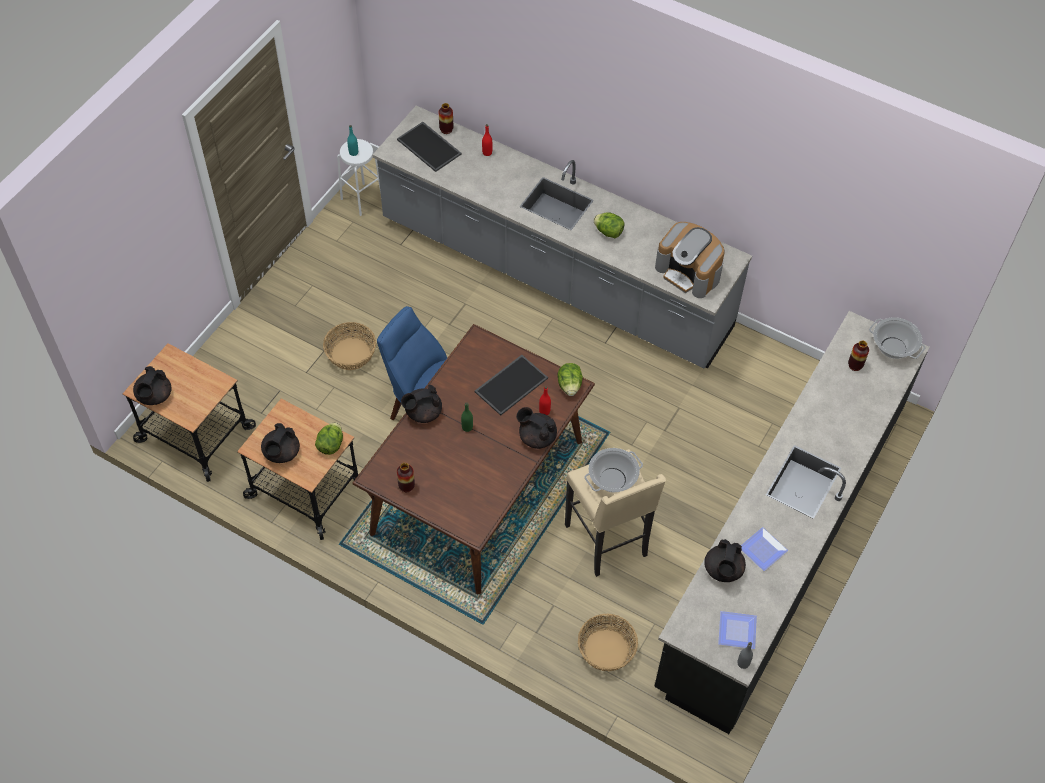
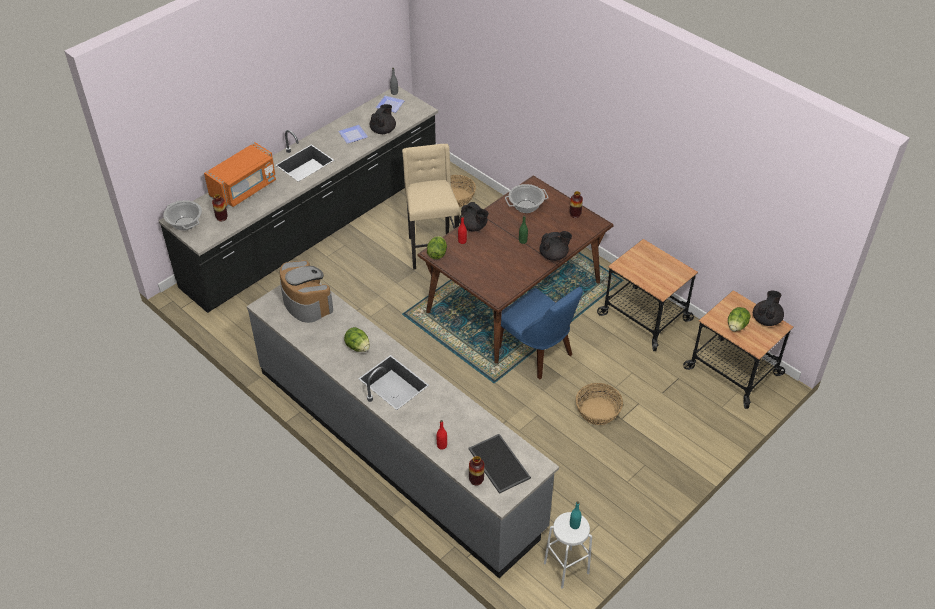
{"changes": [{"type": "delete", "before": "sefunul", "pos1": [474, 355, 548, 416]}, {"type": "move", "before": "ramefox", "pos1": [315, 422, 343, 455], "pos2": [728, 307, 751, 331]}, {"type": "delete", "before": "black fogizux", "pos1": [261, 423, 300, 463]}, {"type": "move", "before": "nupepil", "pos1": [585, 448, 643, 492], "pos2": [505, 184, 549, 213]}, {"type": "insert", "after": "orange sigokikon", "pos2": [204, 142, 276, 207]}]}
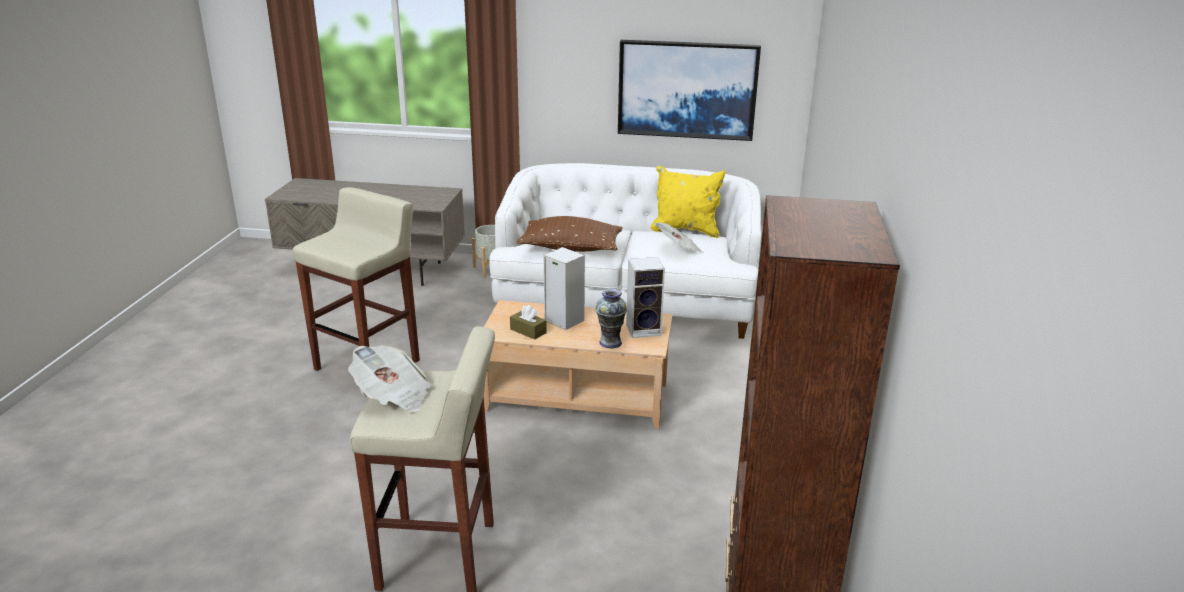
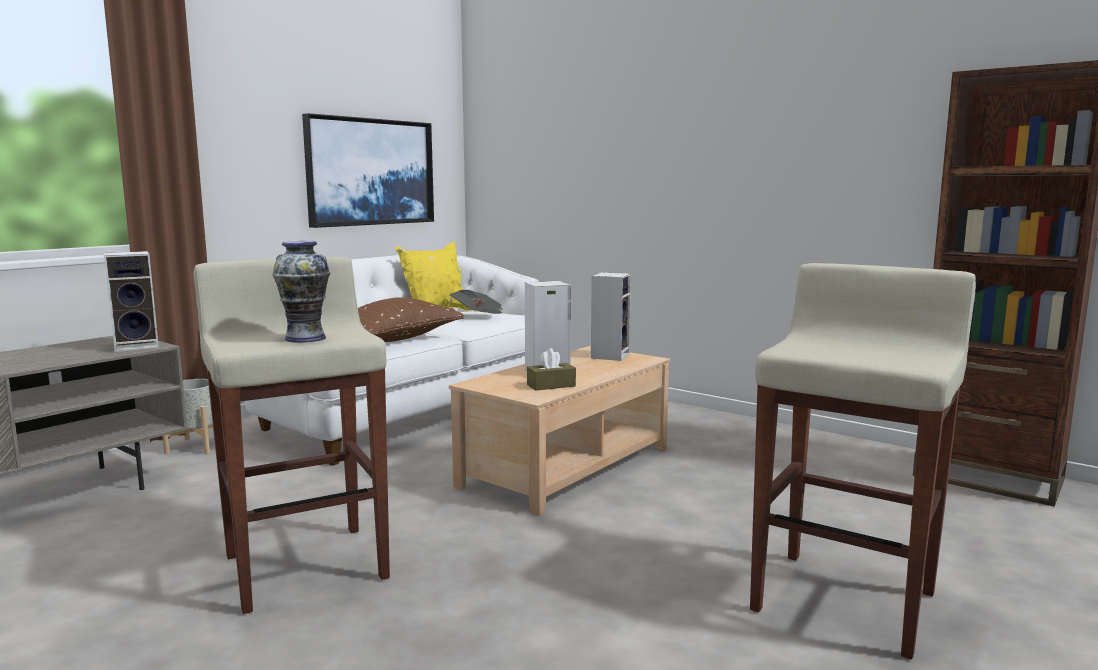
{"changes": [{"type": "move", "before": "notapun", "pos1": [595, 289, 627, 348], "pos2": [273, 240, 330, 343]}, {"type": "delete", "before": "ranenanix", "pos1": [348, 346, 432, 413]}, {"type": "insert", "after": "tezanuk", "pos2": [104, 251, 159, 352]}]}
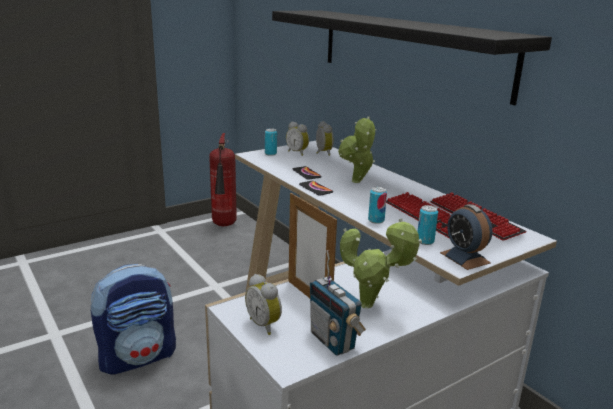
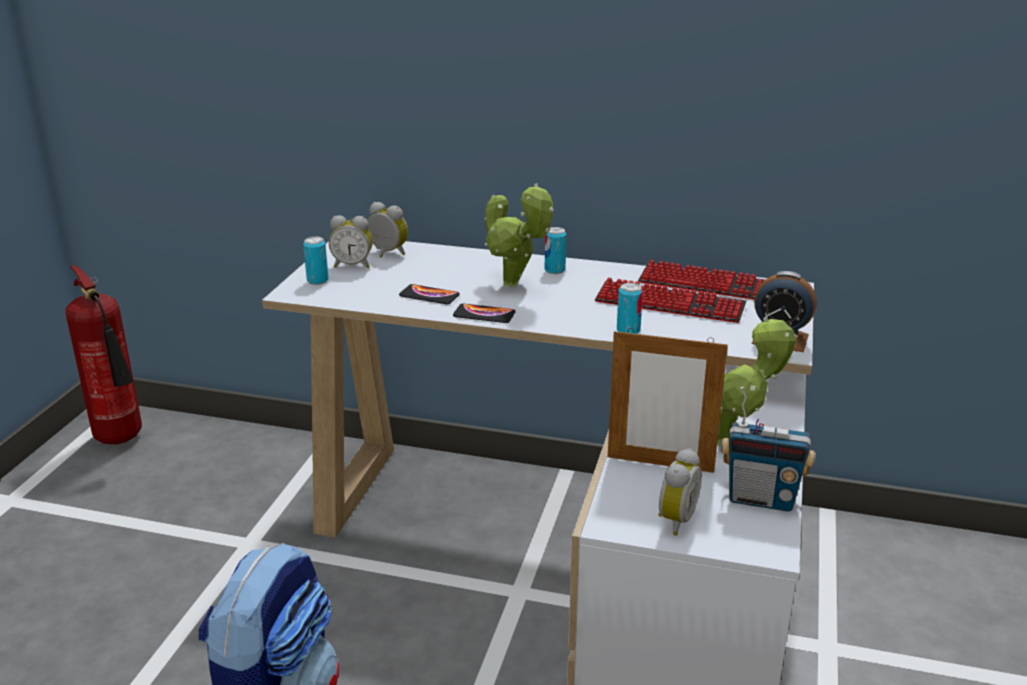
{"changes": [{"type": "delete", "before": "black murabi", "pos1": [272, 10, 552, 105]}, {"type": "move", "before": "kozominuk", "pos1": [417, 205, 438, 245], "pos2": [545, 227, 566, 274]}, {"type": "rotate", "before": "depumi", "pos1": [245, 274, 282, 335], "pos2": [658, 448, 702, 536], "turn": -75}]}
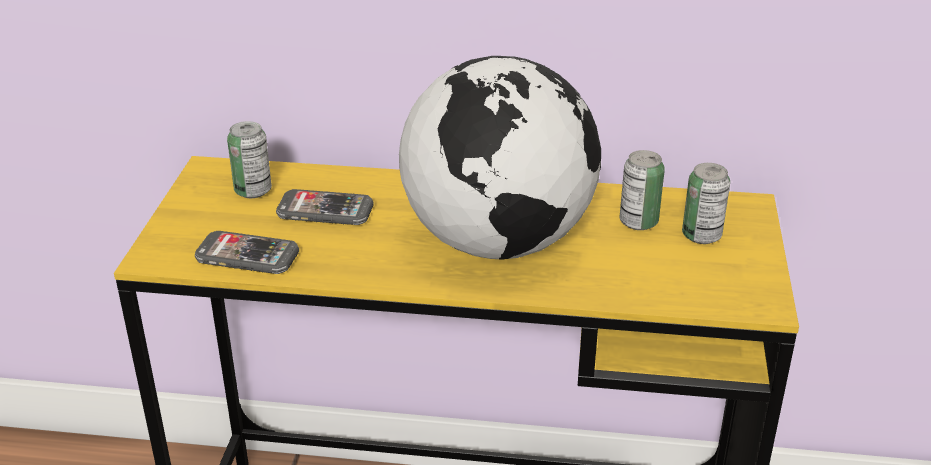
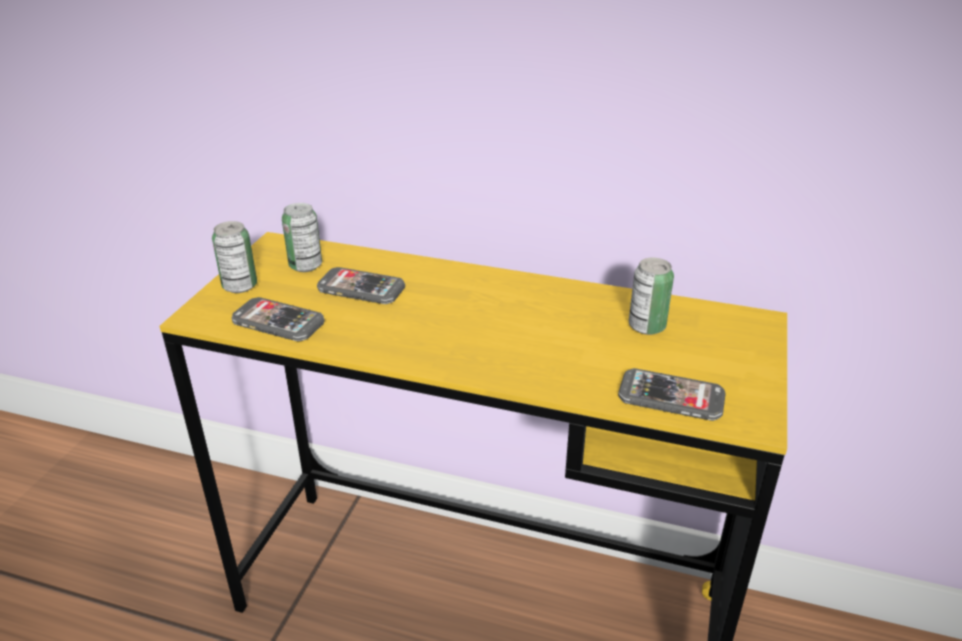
{"changes": [{"type": "delete", "before": "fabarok", "pos1": [399, 56, 601, 260]}, {"type": "move", "before": "kozominuk", "pos1": [682, 163, 730, 244], "pos2": [212, 221, 257, 293]}, {"type": "insert", "after": "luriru", "pos2": [618, 368, 725, 421]}]}
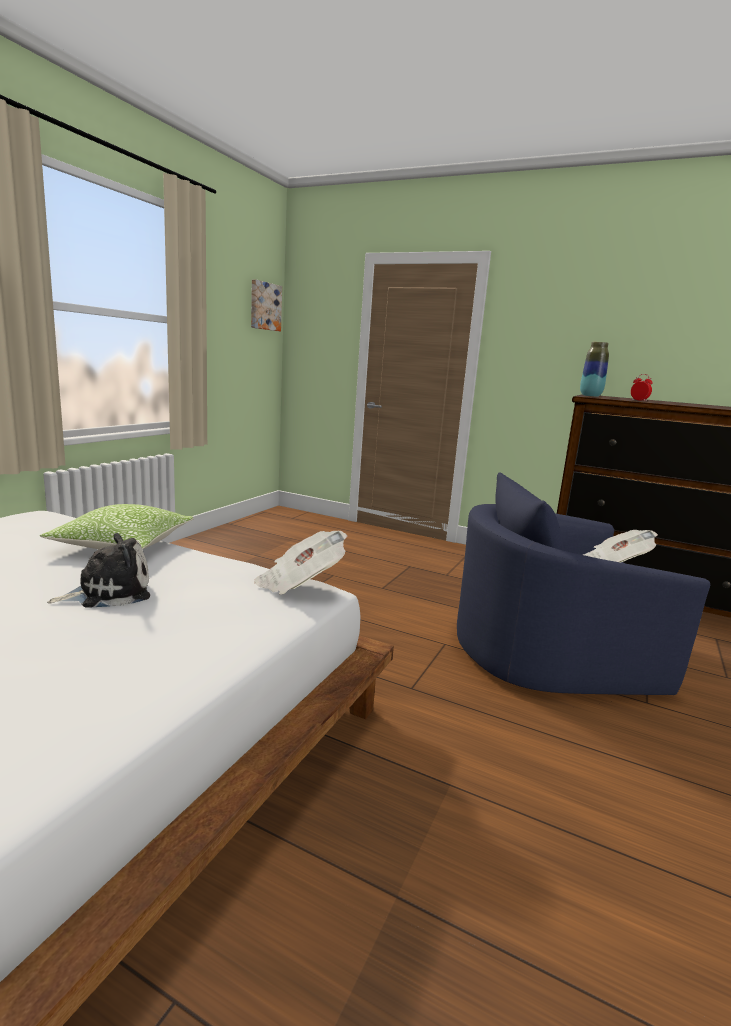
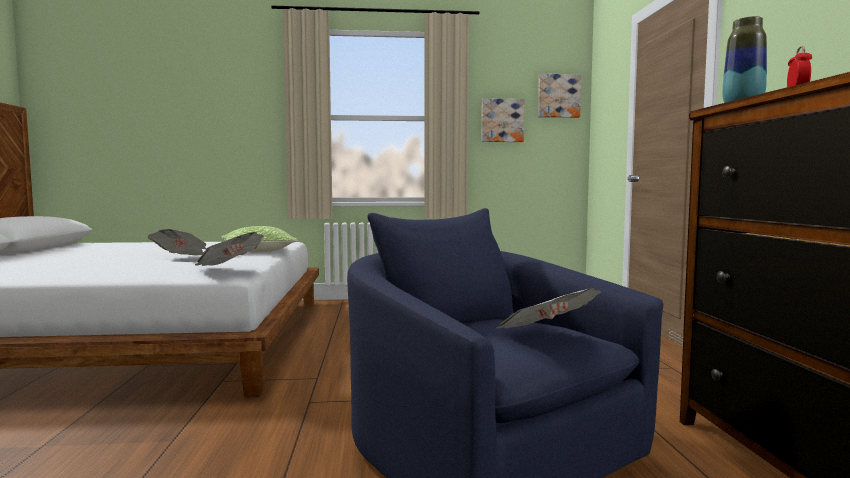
{"changes": [{"type": "replace", "before": "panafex", "after": "ranenanix", "pos1": [47, 533, 150, 608], "pos2": [147, 229, 207, 255]}, {"type": "insert", "after": "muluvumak", "pos2": [482, 98, 524, 142]}]}
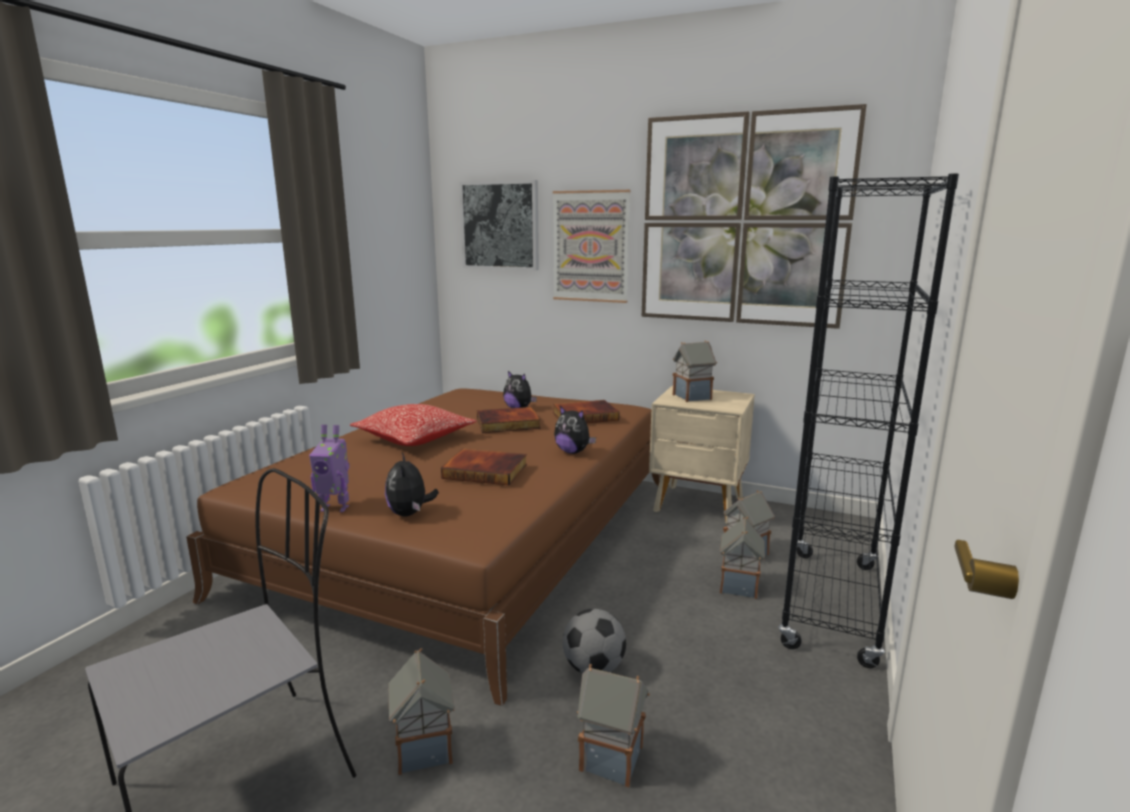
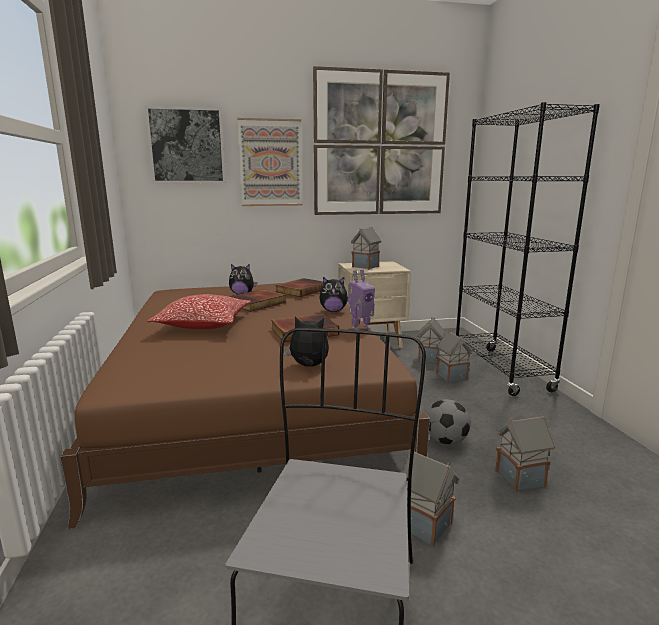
{"changes": [{"type": "move", "before": "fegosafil", "pos1": [309, 425, 350, 512], "pos2": [348, 270, 375, 330]}, {"type": "rotate", "before": "panafex", "pos1": [385, 453, 439, 516], "pos2": [283, 316, 329, 367], "turn": 150}]}
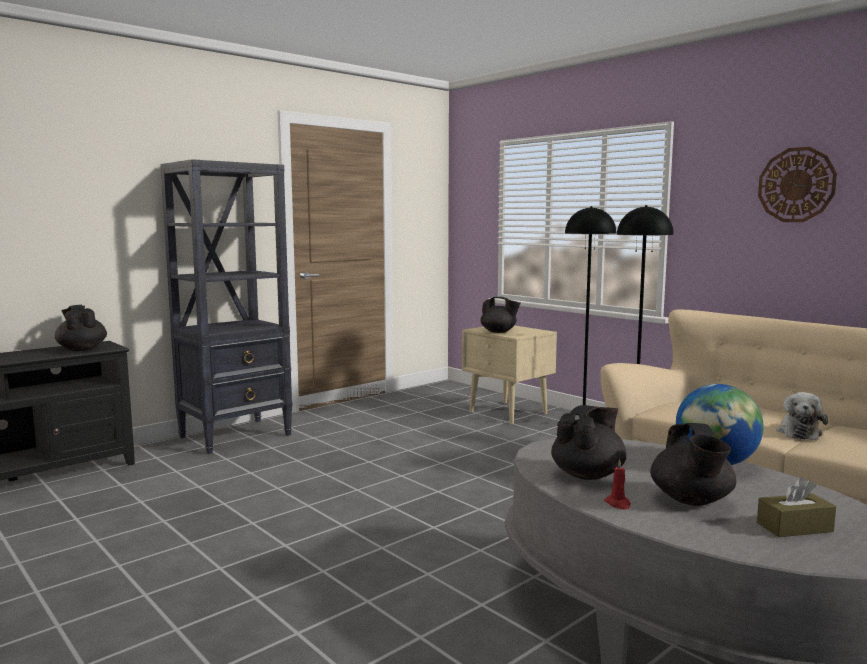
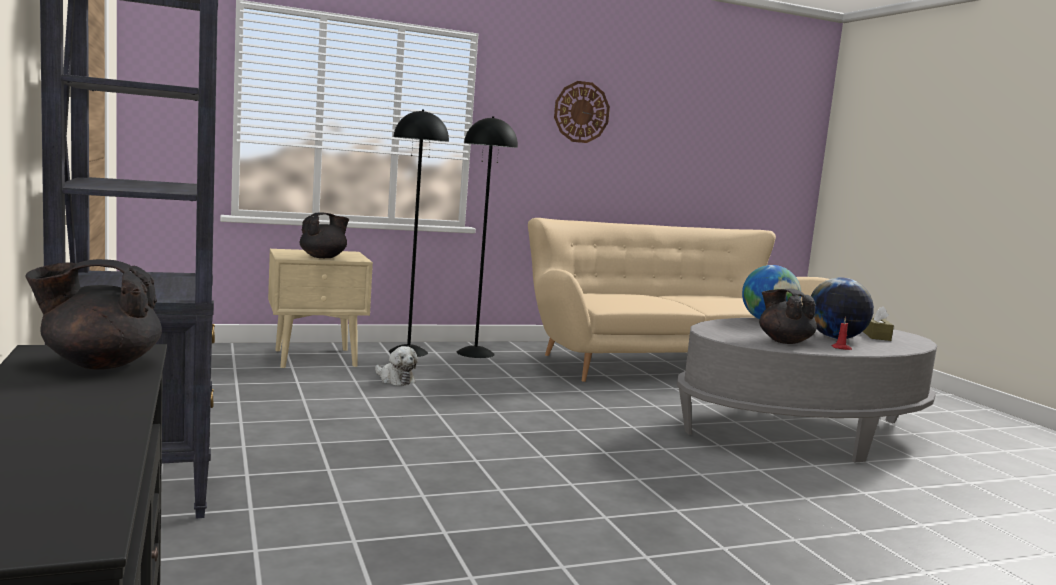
{"changes": [{"type": "move", "before": "panafex", "pos1": [776, 392, 828, 441], "pos2": [375, 346, 418, 386]}, {"type": "replace", "before": "black fogizux", "after": "fabarok", "pos1": [650, 423, 737, 506], "pos2": [811, 277, 874, 339]}]}
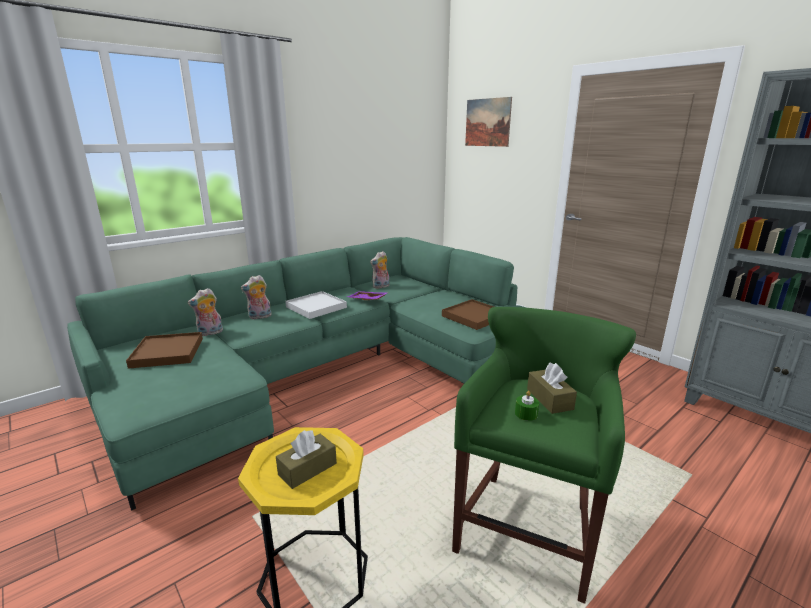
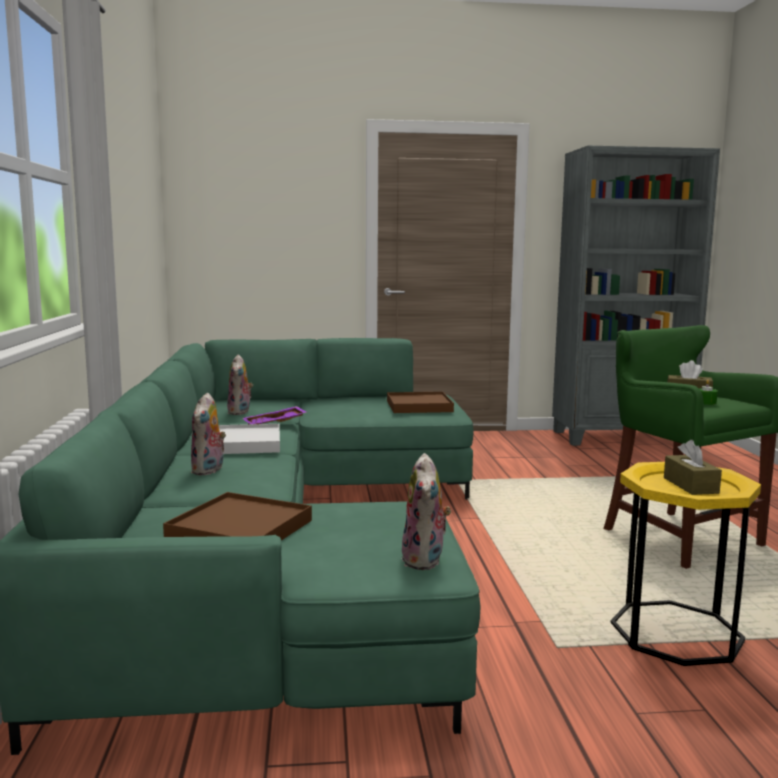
{"changes": [{"type": "delete", "before": "muluvumak", "pos1": [465, 97, 512, 147]}, {"type": "move", "before": "panafex", "pos1": [188, 288, 223, 336], "pos2": [401, 453, 451, 570]}]}
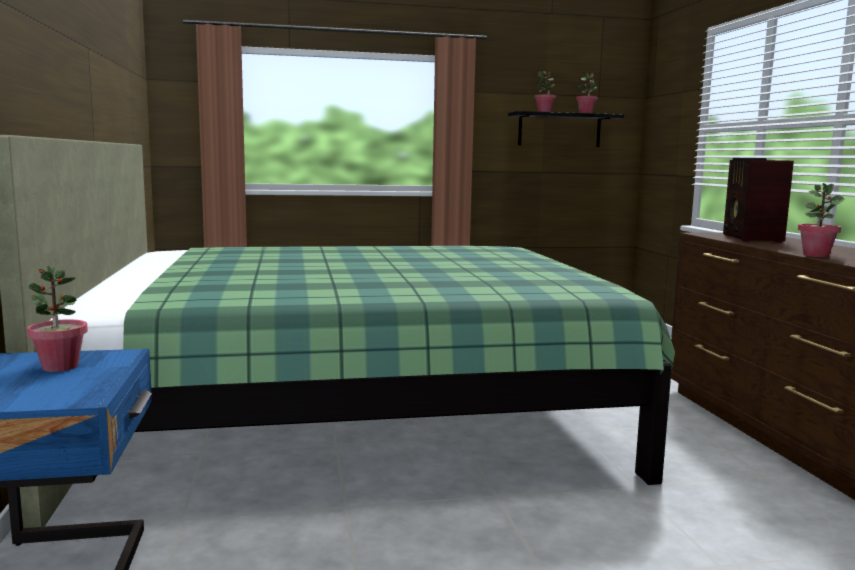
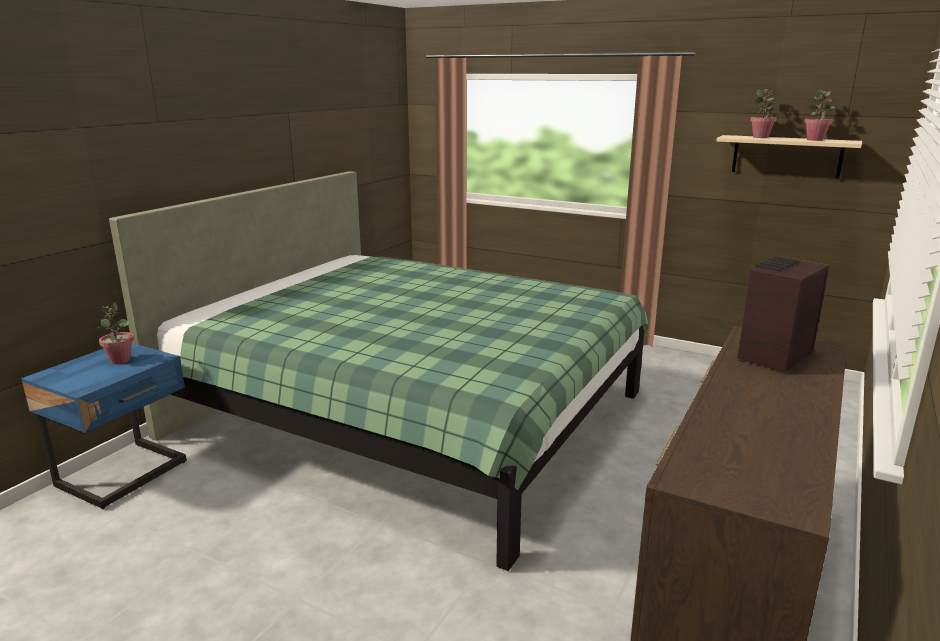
{"changes": [{"type": "recolor", "before": "black murabi", "after": "beige murabi", "pos1": [508, 111, 624, 147], "pos2": [717, 135, 862, 179]}, {"type": "delete", "before": "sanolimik", "pos1": [798, 183, 845, 257]}]}
